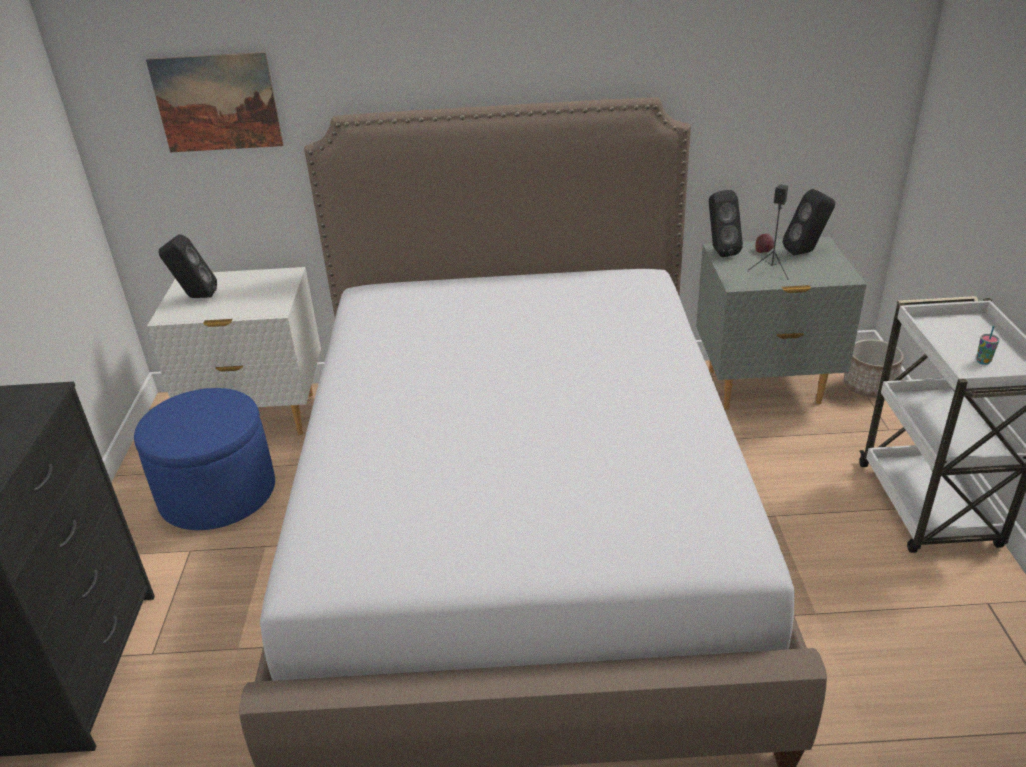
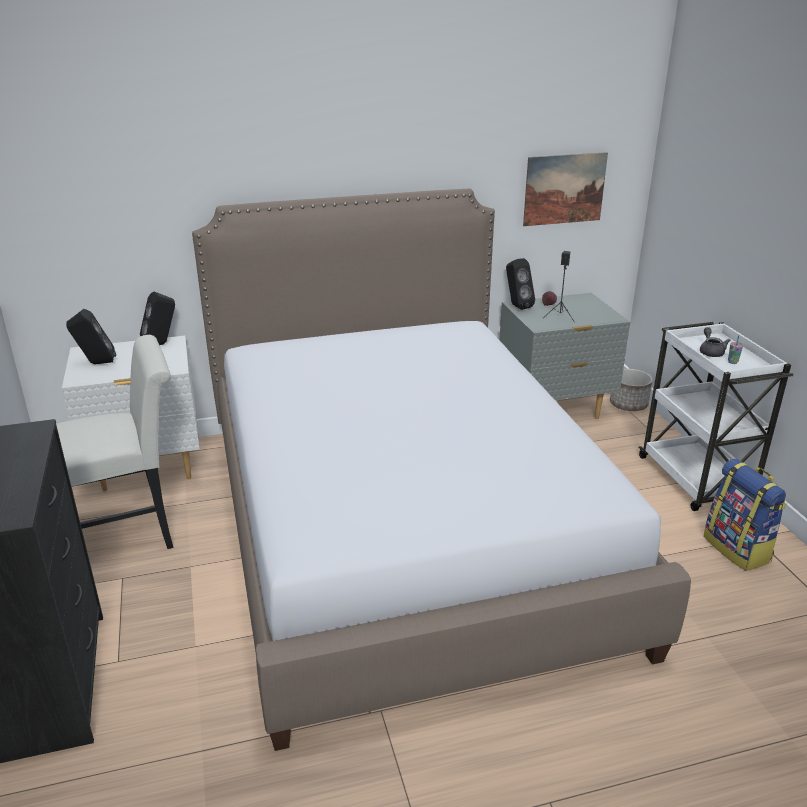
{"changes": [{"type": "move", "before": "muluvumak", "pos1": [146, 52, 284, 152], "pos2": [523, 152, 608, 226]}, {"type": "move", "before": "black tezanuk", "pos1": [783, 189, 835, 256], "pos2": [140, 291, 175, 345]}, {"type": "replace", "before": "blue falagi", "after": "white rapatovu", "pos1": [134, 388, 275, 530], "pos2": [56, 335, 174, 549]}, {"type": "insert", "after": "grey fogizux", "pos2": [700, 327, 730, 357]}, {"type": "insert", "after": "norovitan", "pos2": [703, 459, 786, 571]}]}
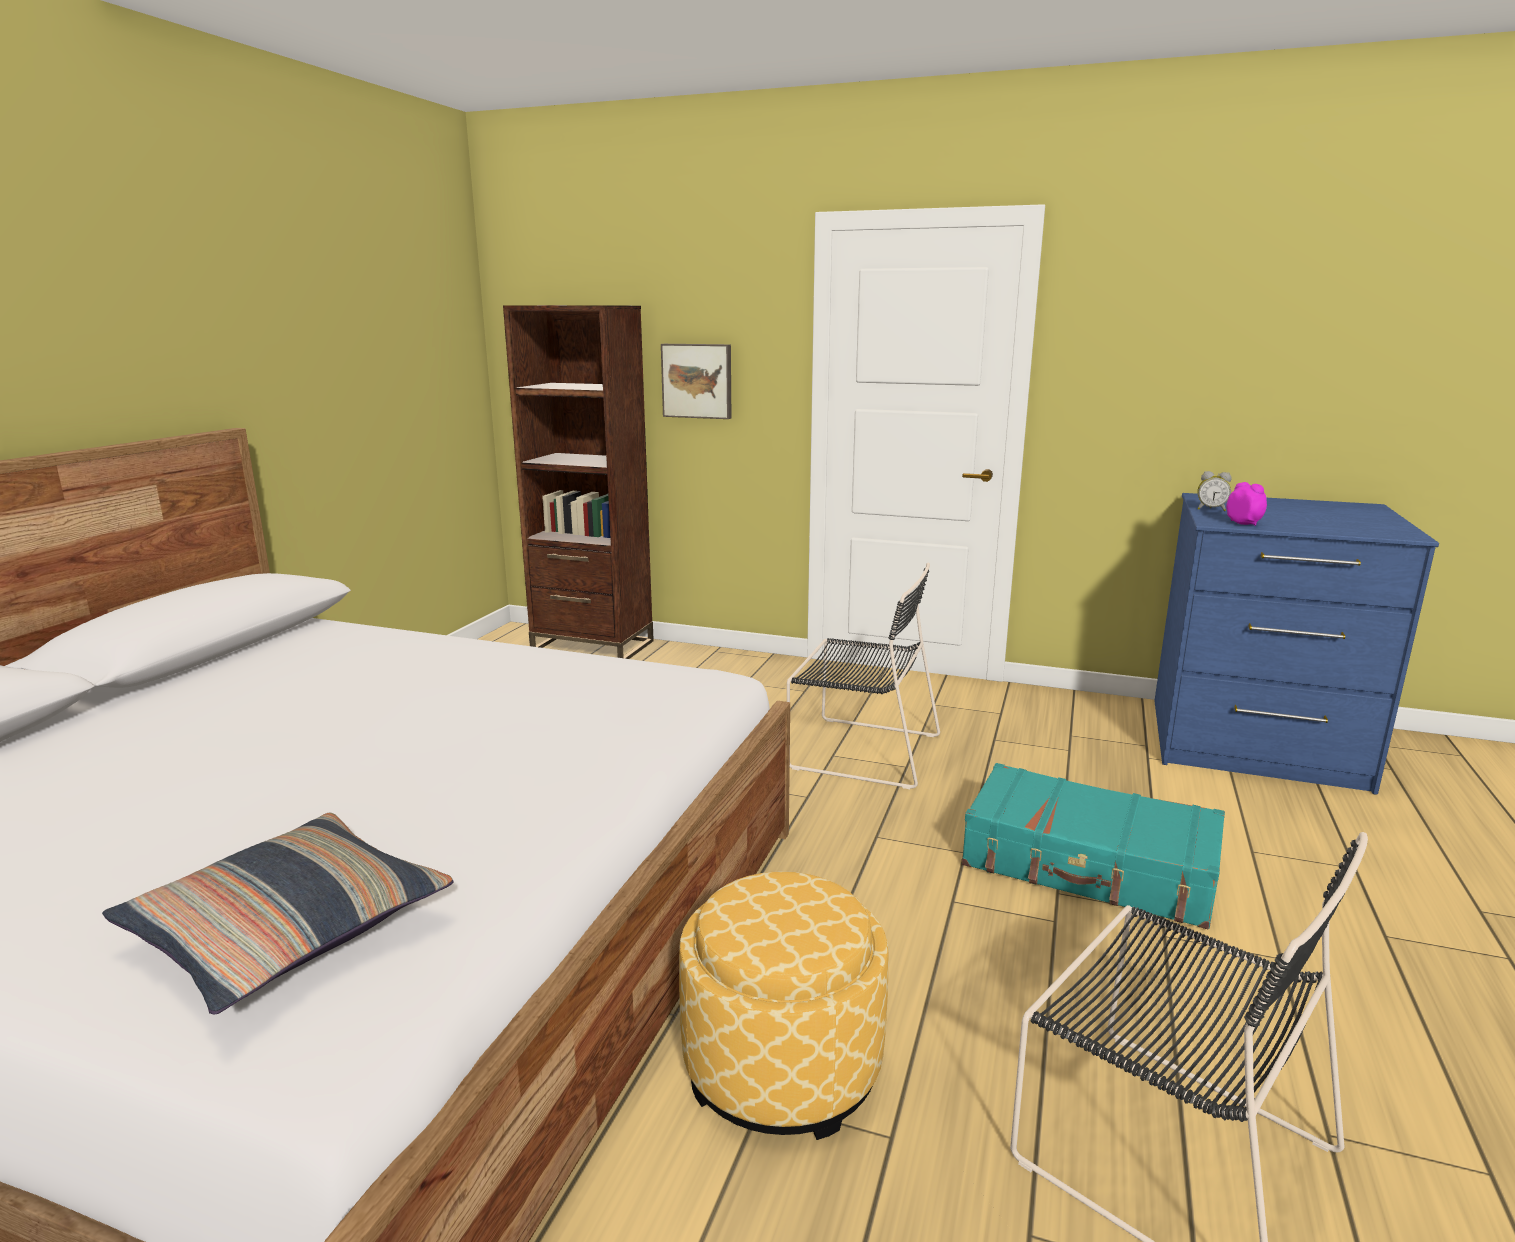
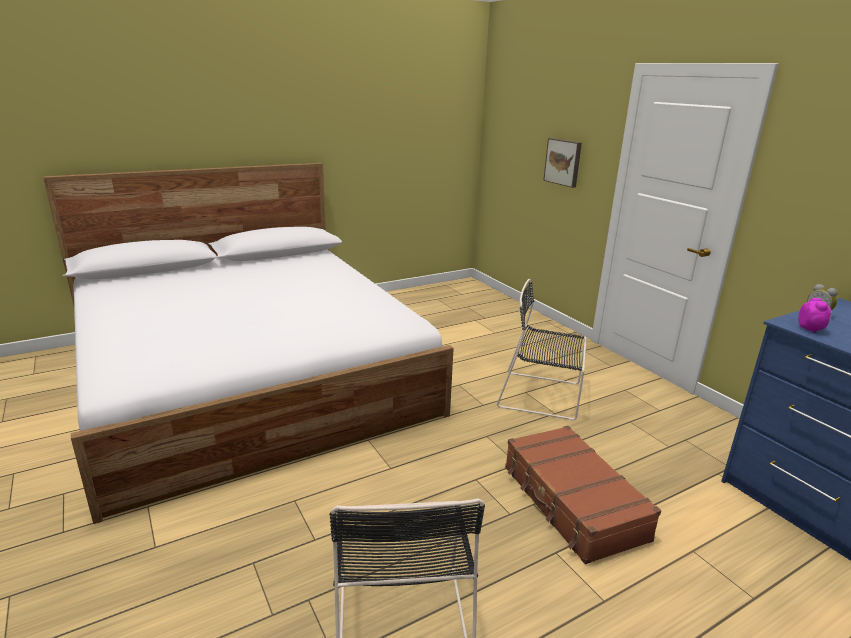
{"changes": [{"type": "delete", "before": "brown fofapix", "pos1": [503, 305, 654, 659]}, {"type": "rotate", "before": "black rapatovu", "pos1": [787, 562, 940, 789], "pos2": [497, 279, 586, 420], "turn": 135}, {"type": "recolor", "before": "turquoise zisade", "after": "brown zisade", "pos1": [962, 763, 1225, 929], "pos2": [505, 426, 661, 564]}, {"type": "delete", "before": "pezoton", "pos1": [102, 813, 453, 1014]}, {"type": "delete", "before": "falagi", "pos1": [679, 871, 889, 1140]}]}
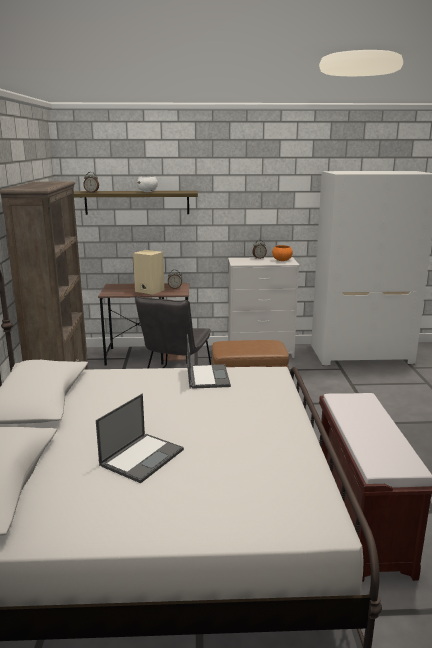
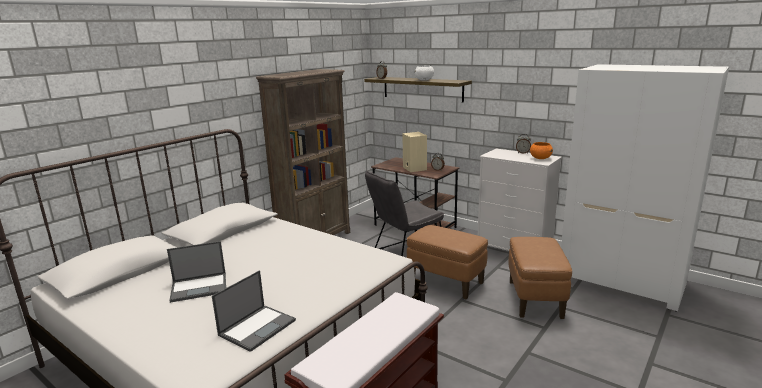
{"changes": [{"type": "move", "before": "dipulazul", "pos1": [187, 334, 231, 389], "pos2": [212, 270, 296, 352]}, {"type": "insert", "after": "brown falagi", "pos2": [508, 237, 572, 319]}]}
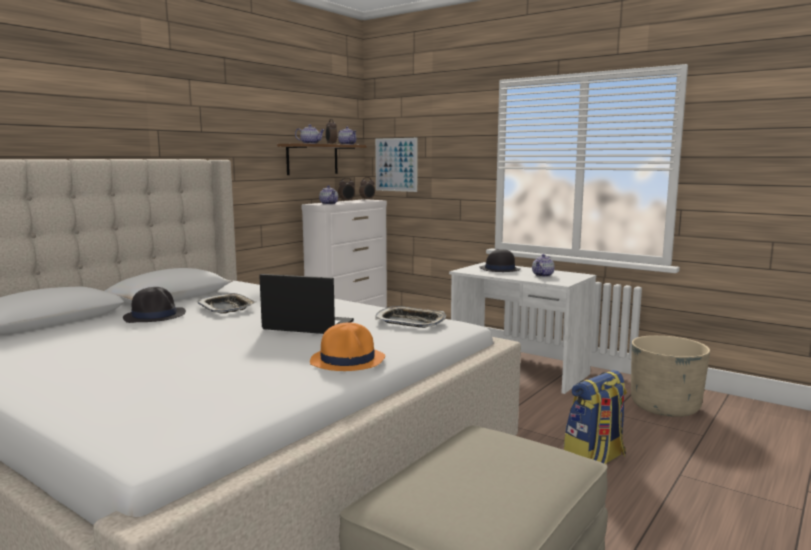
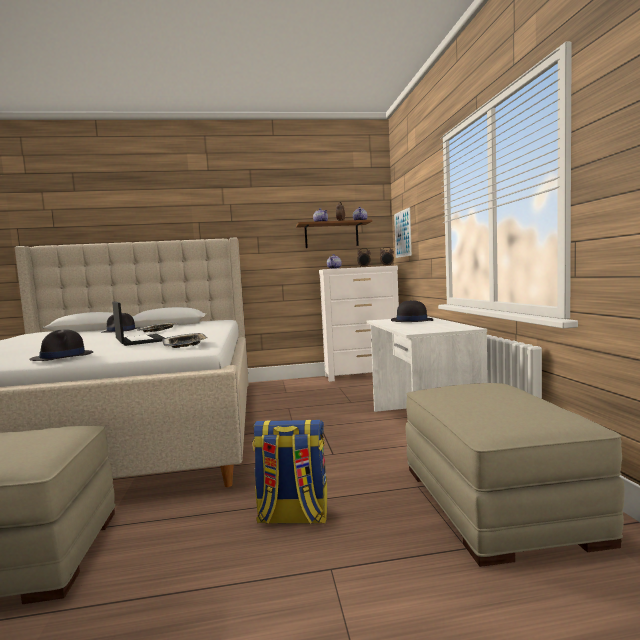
{"changes": [{"type": "delete", "before": "fogizux", "pos1": [532, 254, 555, 277]}, {"type": "recolor", "before": "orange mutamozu", "after": "black mutamozu", "pos1": [310, 323, 385, 371], "pos2": [29, 330, 93, 361]}, {"type": "replace", "before": "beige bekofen", "after": "beige falagi", "pos1": [631, 335, 710, 417], "pos2": [406, 383, 625, 567]}]}
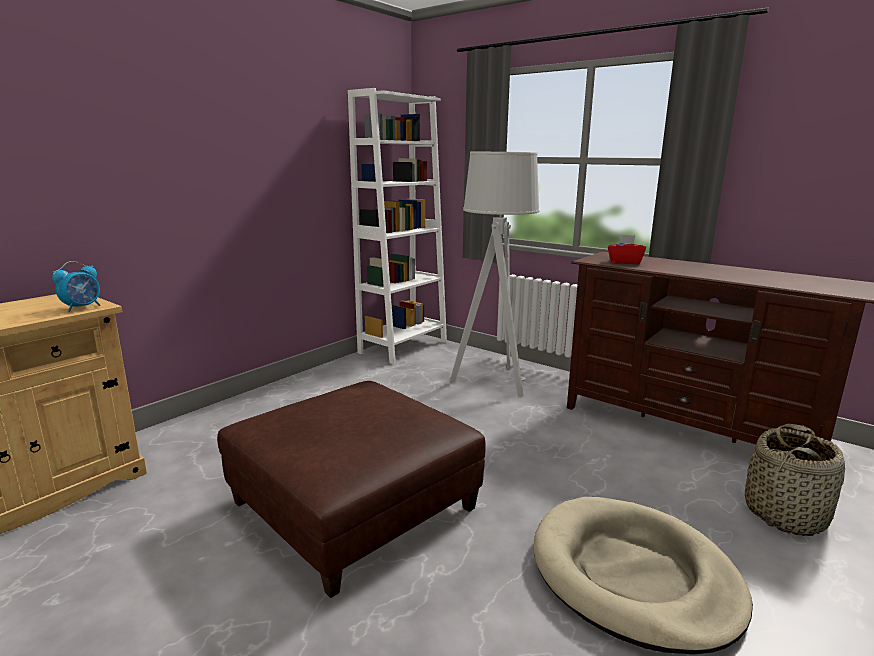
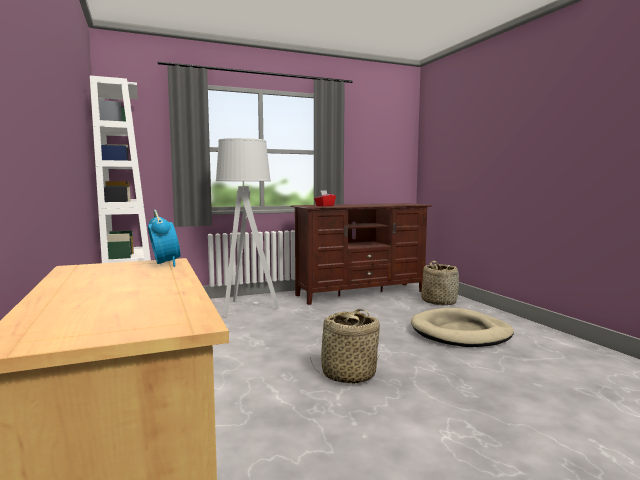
{"changes": [{"type": "replace", "before": "brown falagi", "after": "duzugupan", "pos1": [217, 381, 486, 598], "pos2": [310, 309, 380, 384]}]}
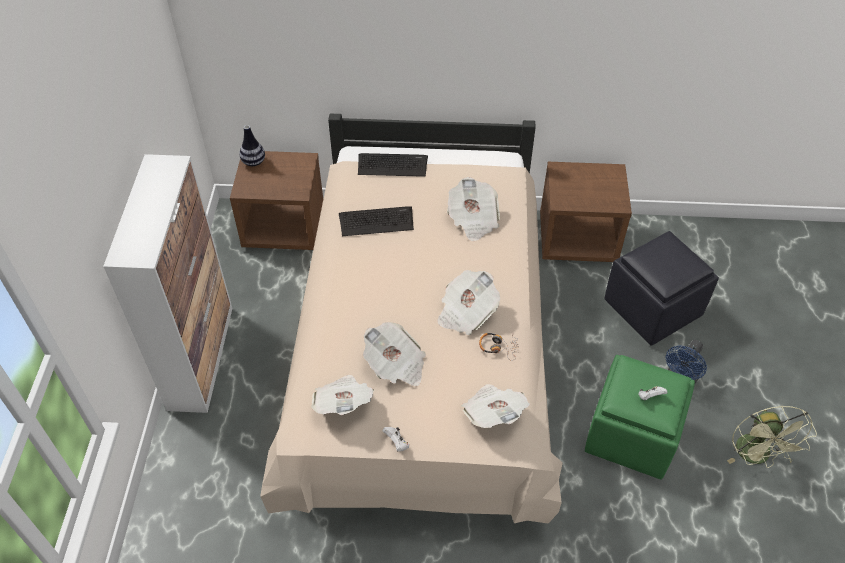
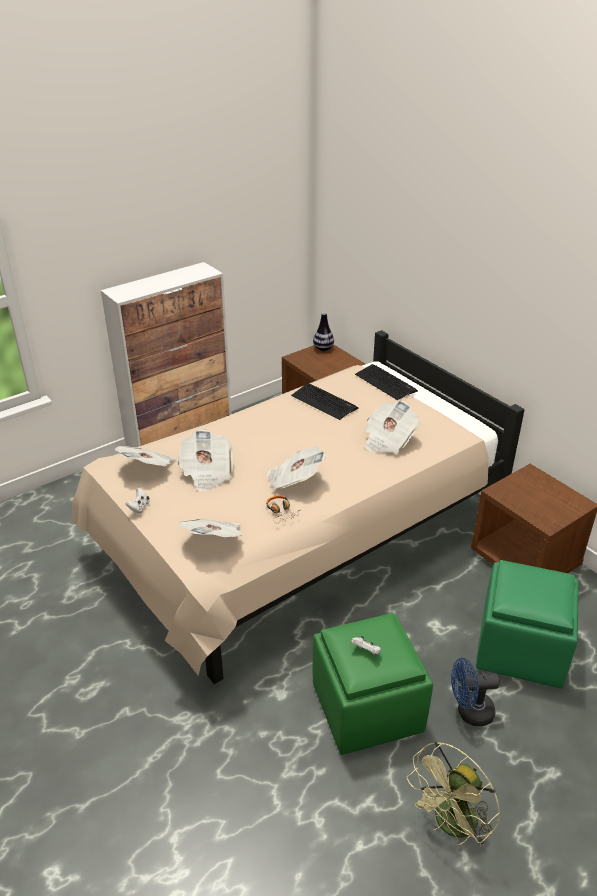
{"changes": [{"type": "recolor", "before": "black falagi", "after": "green falagi", "pos1": [605, 231, 719, 346], "pos2": [476, 560, 579, 689]}]}
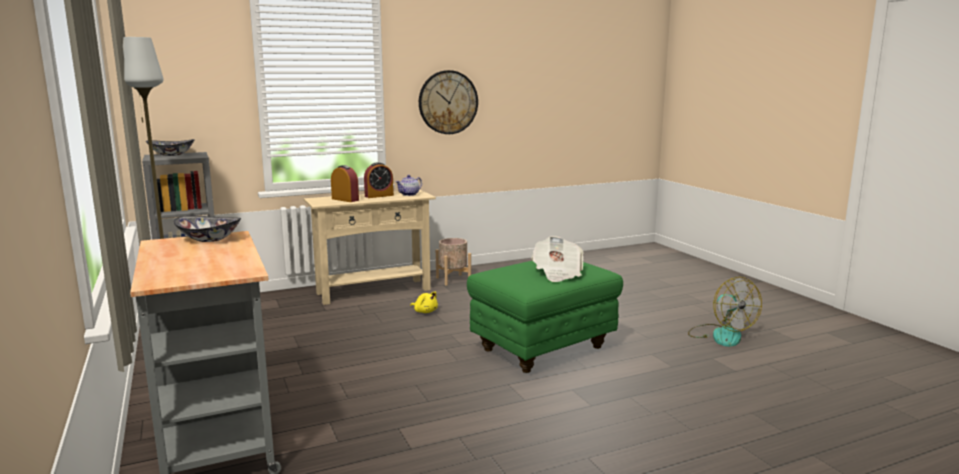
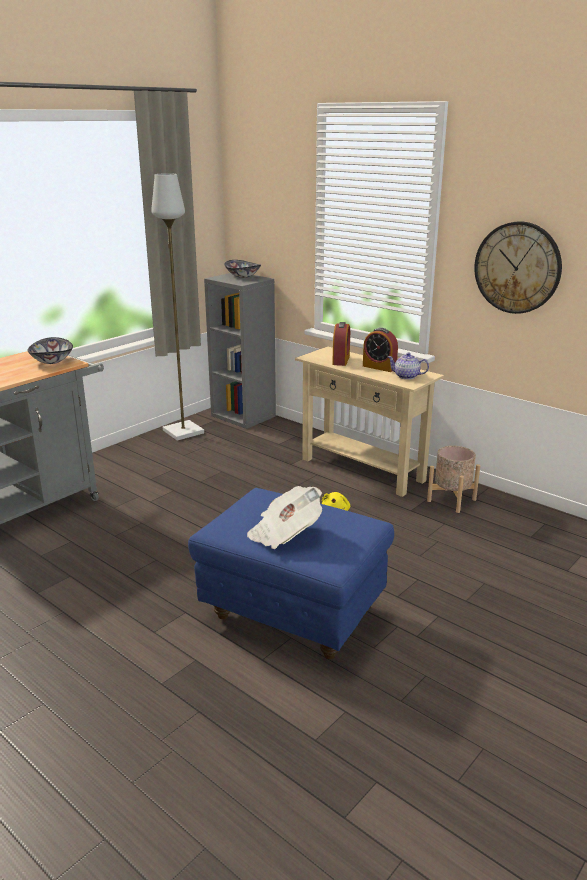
{"changes": [{"type": "recolor", "before": "green falagi", "after": "blue falagi", "pos1": [467, 260, 623, 373], "pos2": [188, 488, 394, 659]}, {"type": "delete", "before": "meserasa", "pos1": [688, 277, 762, 347]}]}
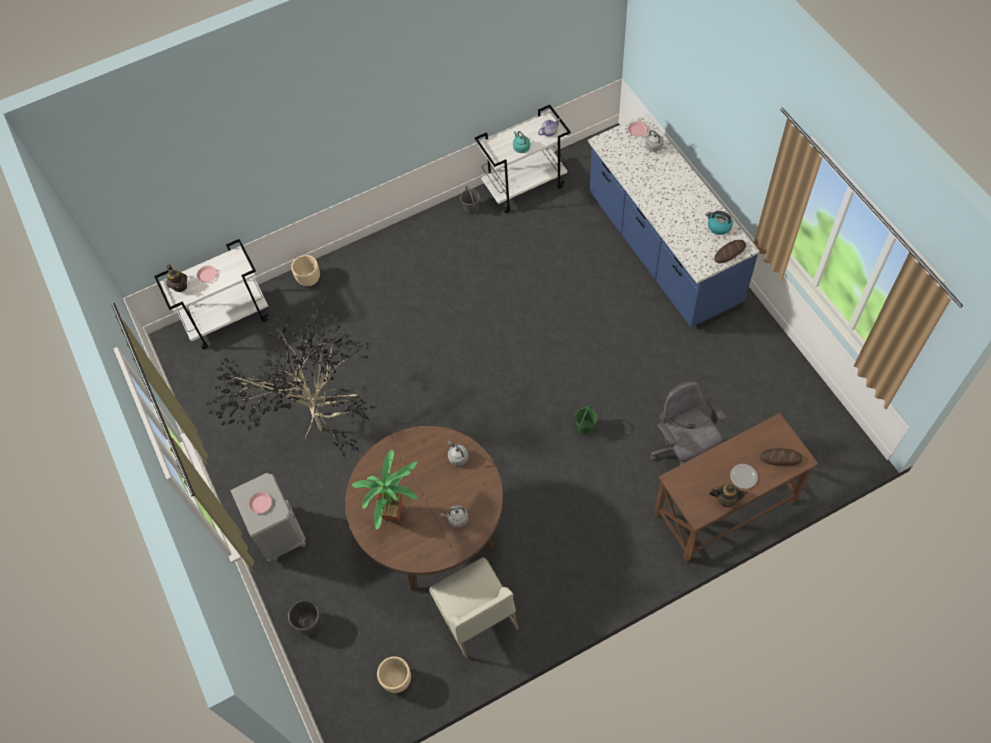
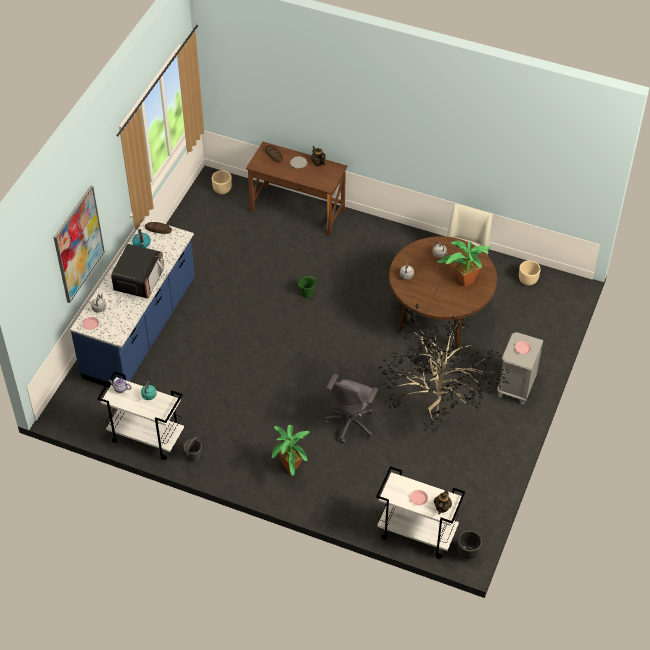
{"changes": [{"type": "move", "before": "beige bekofen", "pos1": [291, 255, 320, 286], "pos2": [212, 170, 232, 195]}, {"type": "move", "before": "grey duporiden", "pos1": [650, 381, 726, 465], "pos2": [325, 374, 378, 443]}, {"type": "move", "before": "black bekofen", "pos1": [288, 600, 322, 635], "pos2": [457, 530, 482, 559]}, {"type": "insert", "after": "muluvumak", "pos2": [54, 186, 105, 303]}, {"type": "insert", "after": "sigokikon", "pos2": [111, 244, 164, 299]}, {"type": "insert", "after": "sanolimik", "pos2": [272, 425, 309, 476]}]}
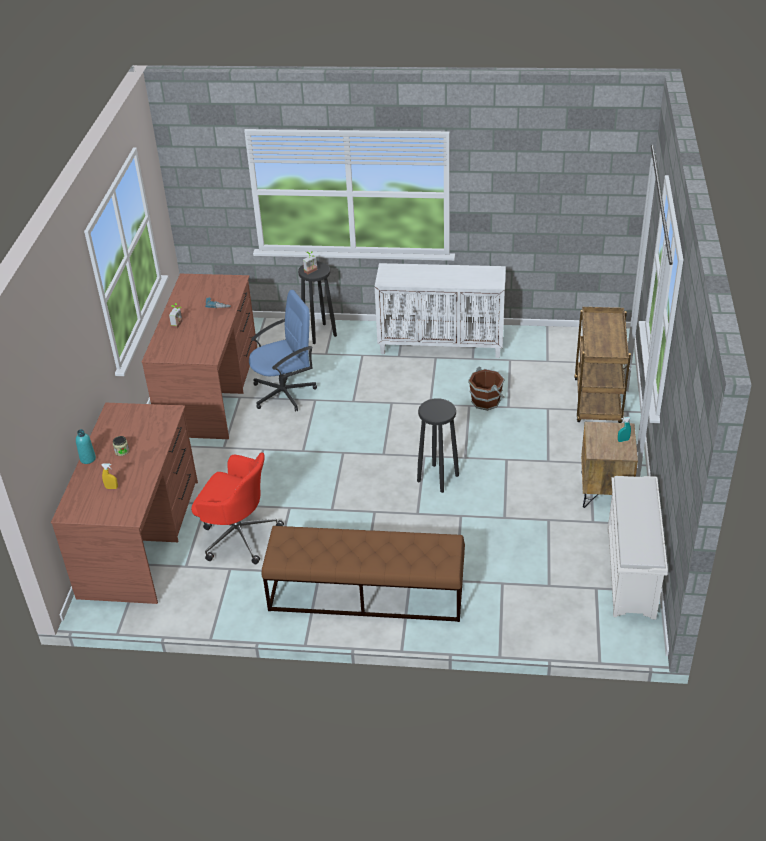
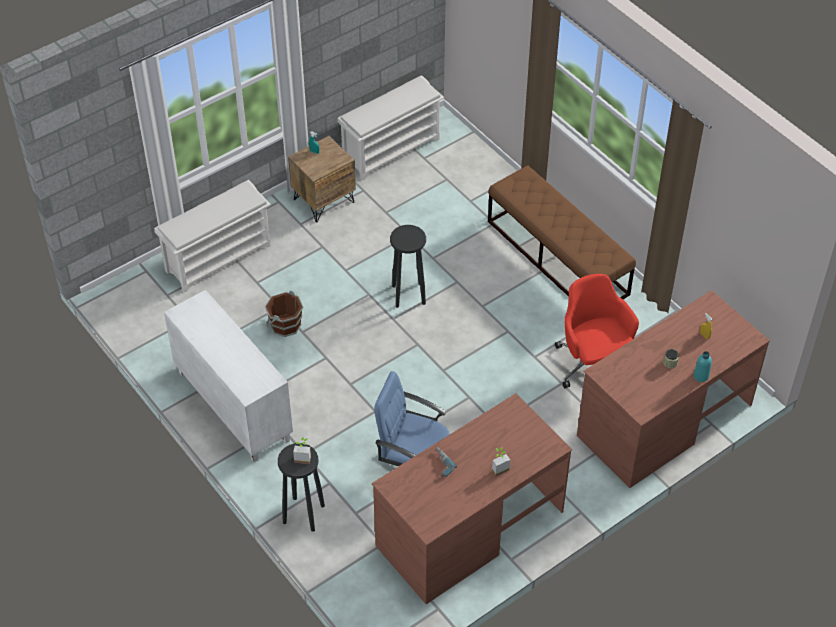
{"changes": [{"type": "replace", "before": "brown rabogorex", "after": "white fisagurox", "pos1": [574, 307, 631, 423], "pos2": [154, 180, 271, 293]}]}
